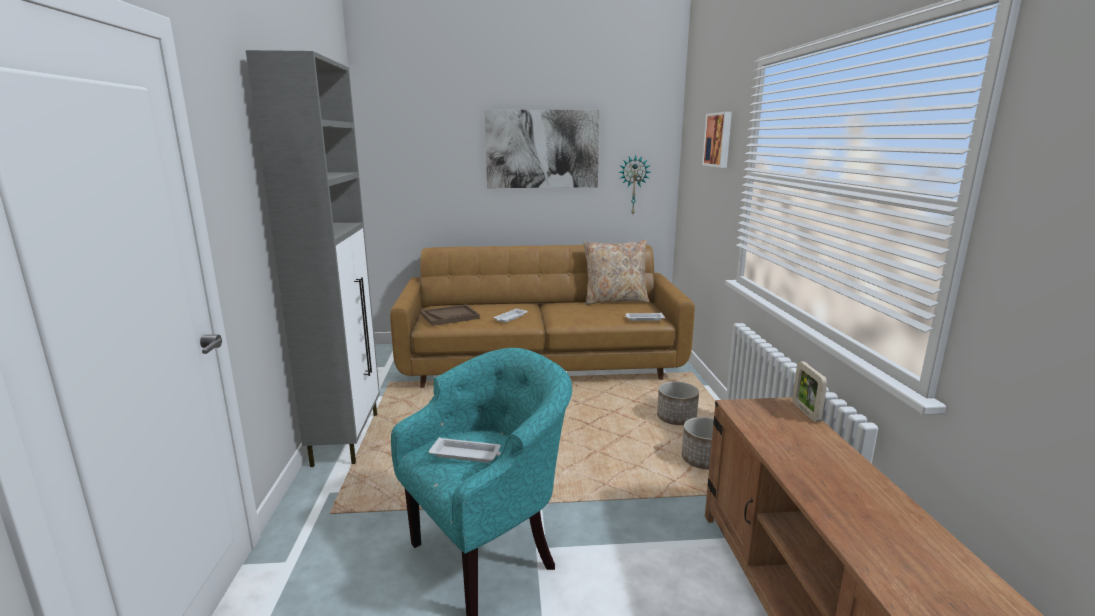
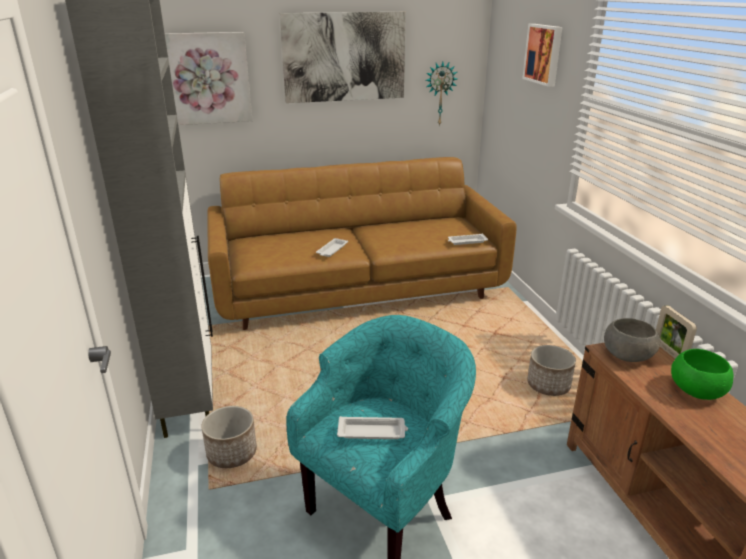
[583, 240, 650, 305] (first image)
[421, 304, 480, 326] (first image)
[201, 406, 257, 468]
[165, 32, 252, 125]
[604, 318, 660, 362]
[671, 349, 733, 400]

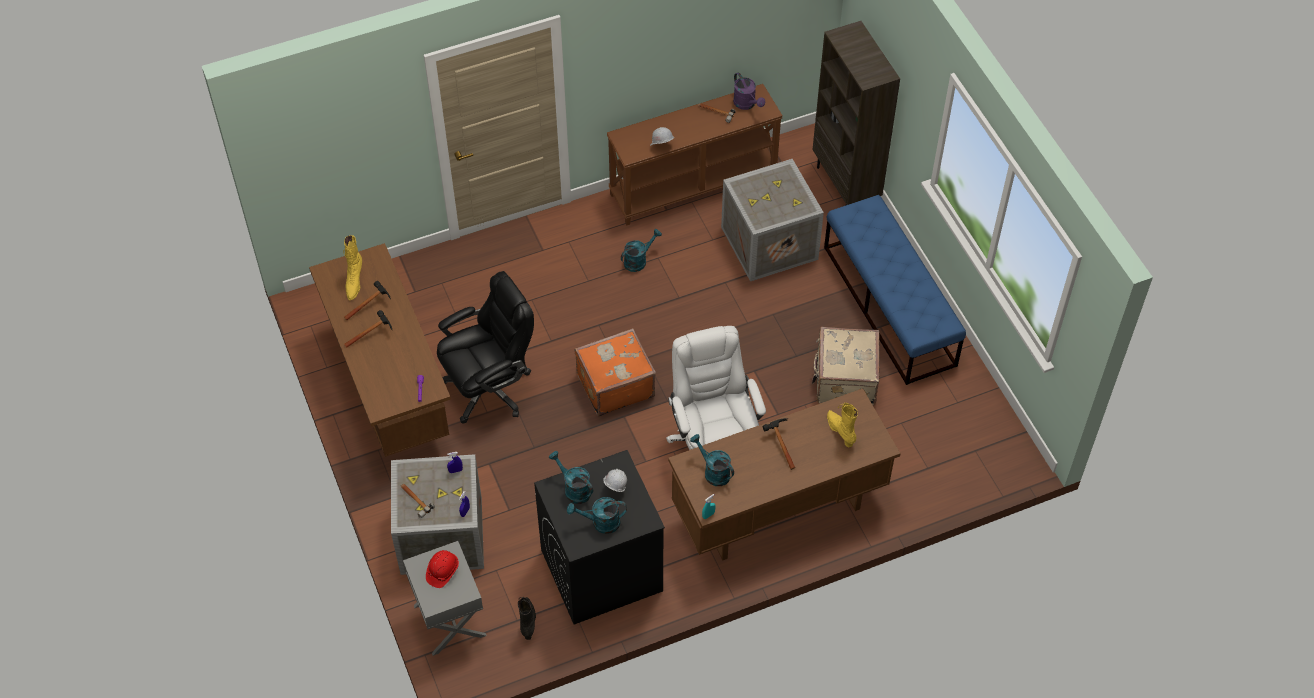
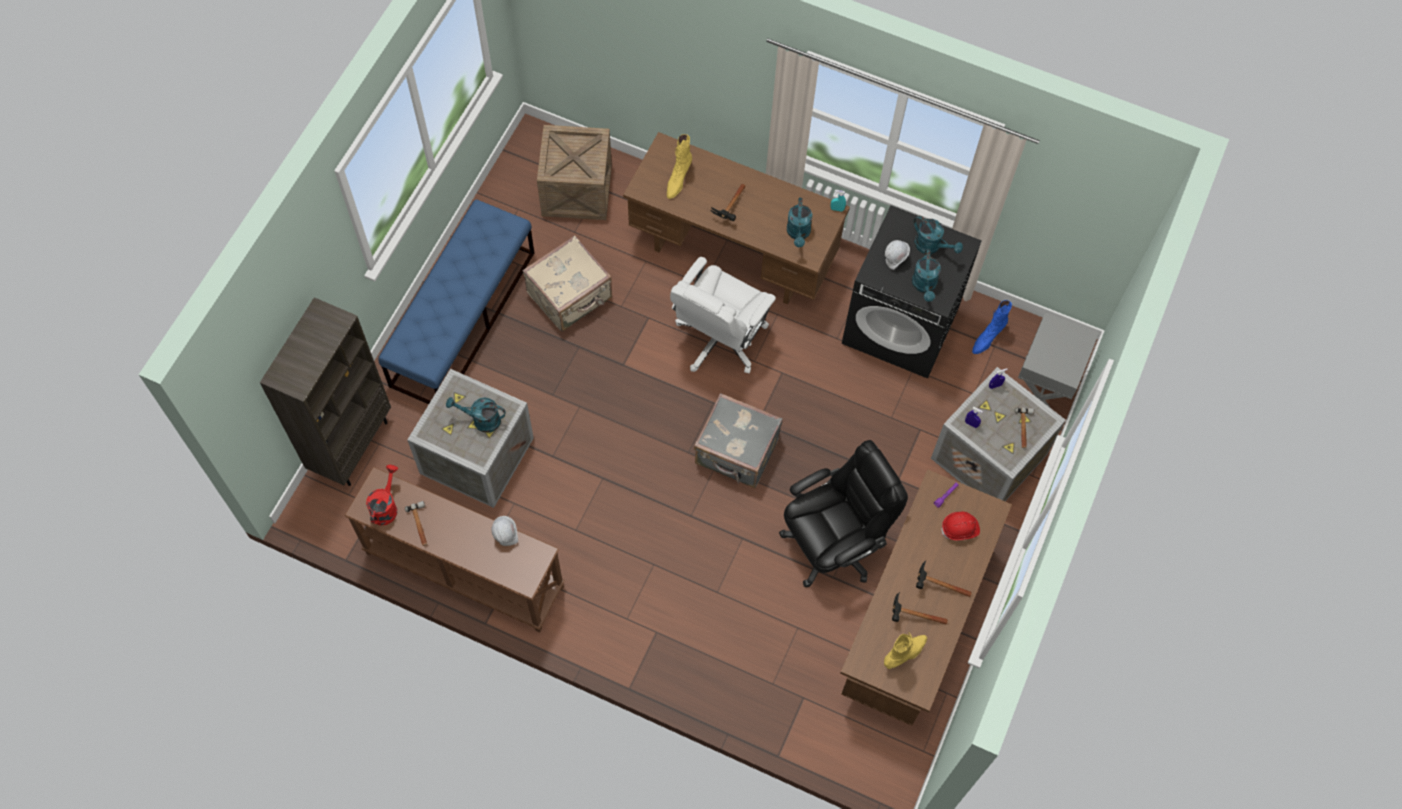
[366, 465, 398, 525]
[446, 397, 506, 433]
[779, 440, 908, 587]
[694, 393, 783, 488]
[941, 512, 980, 541]
[972, 300, 1012, 354]
[537, 125, 612, 220]

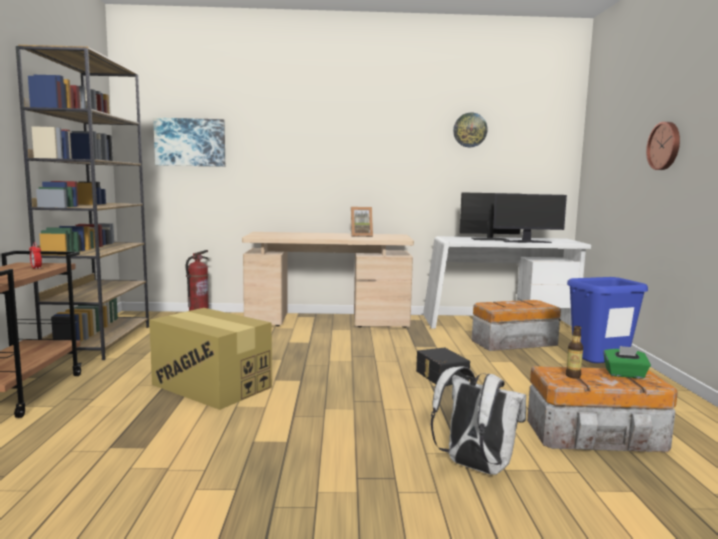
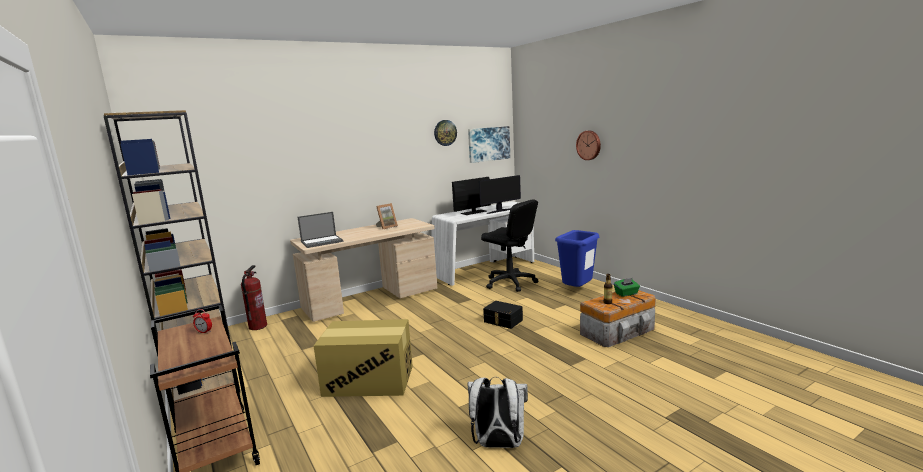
[468, 126, 510, 163]
[481, 200, 538, 292]
[468, 377, 528, 448]
[298, 212, 344, 248]

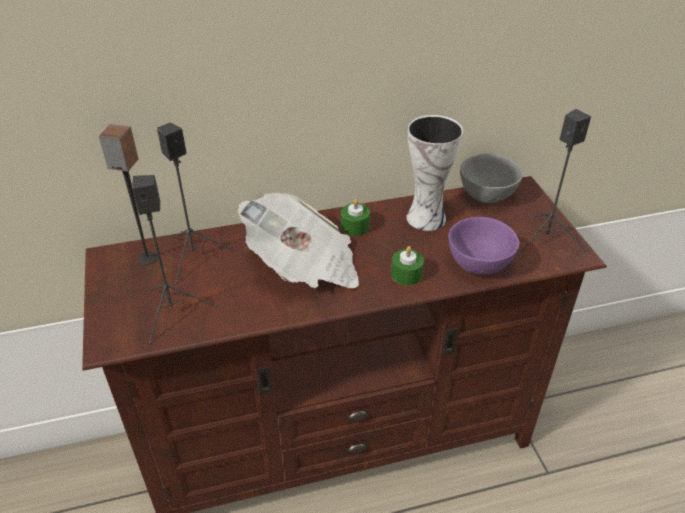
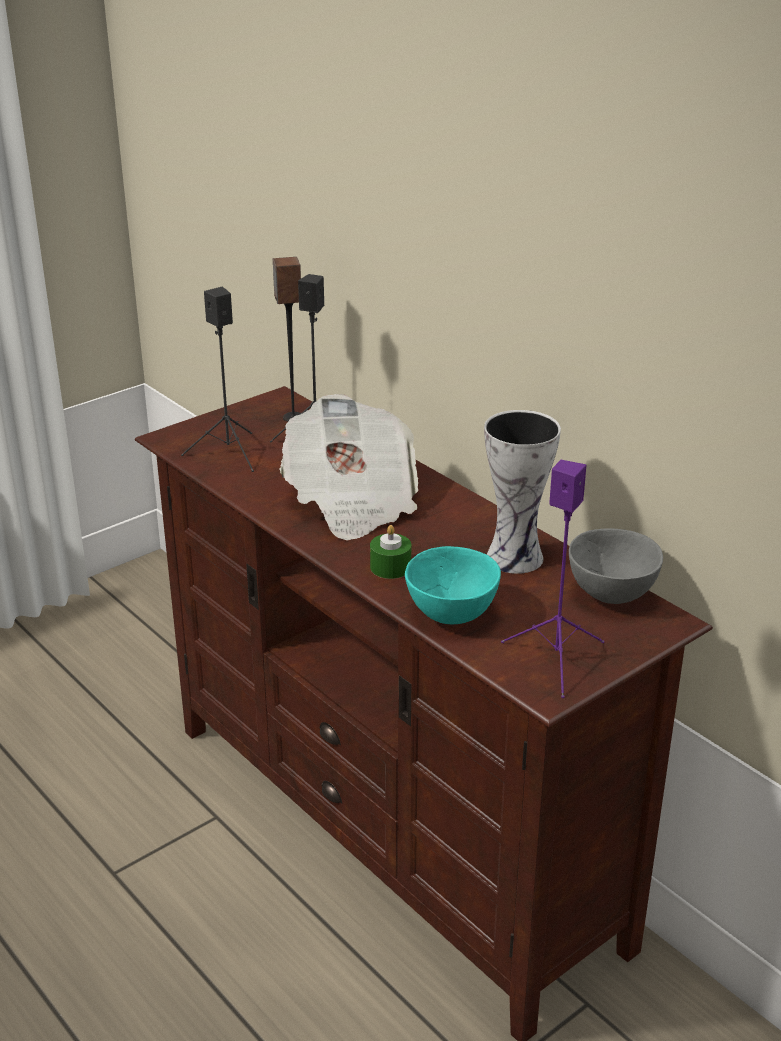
[501, 460, 604, 698]
[341, 199, 370, 236] (first image)
[405, 546, 501, 624]

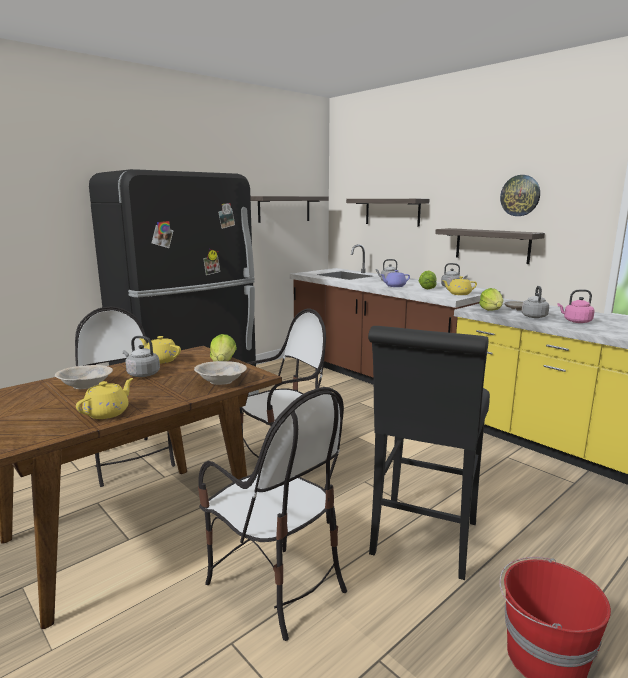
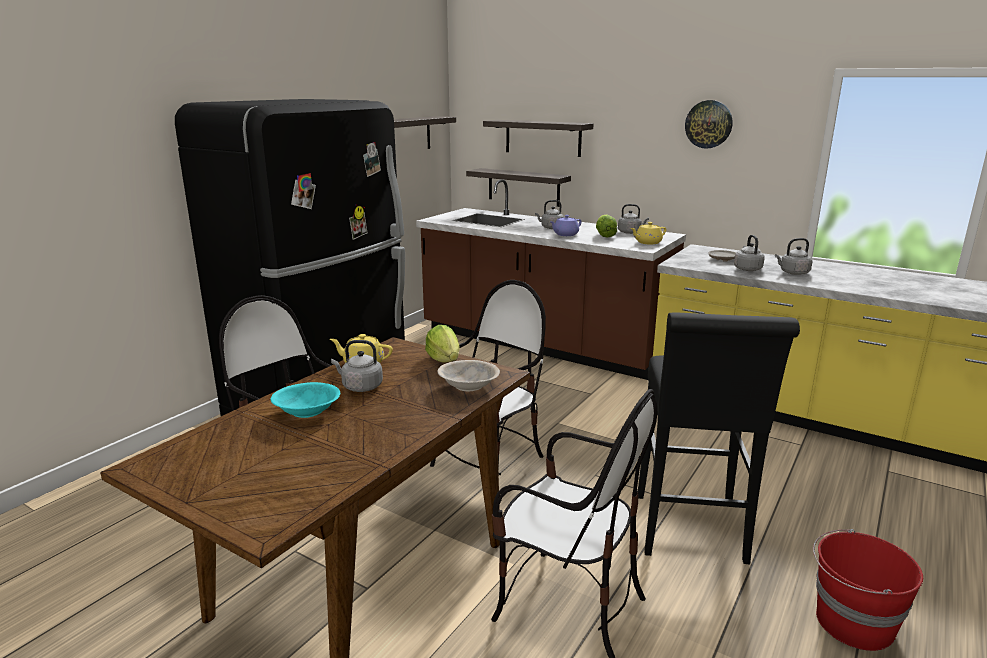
[466, 168, 571, 207]
[479, 288, 503, 311] (first image)
[775, 238, 812, 275]
[270, 382, 340, 418]
[76, 378, 133, 419] (first image)

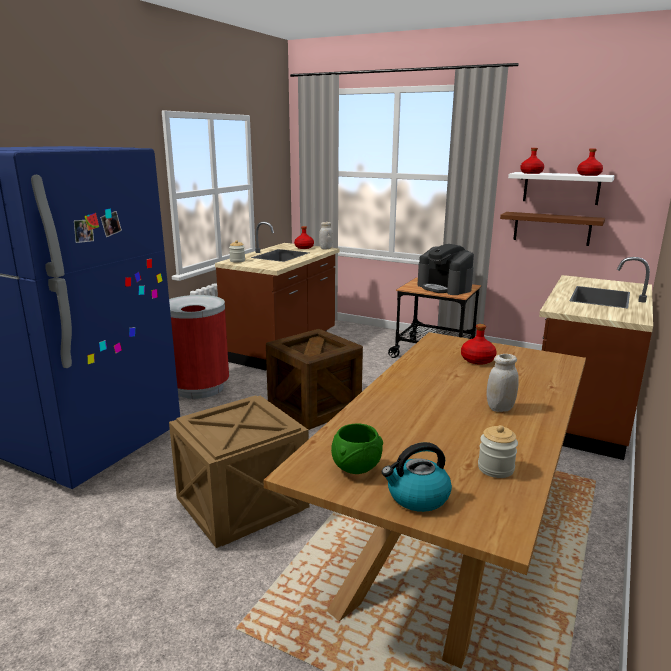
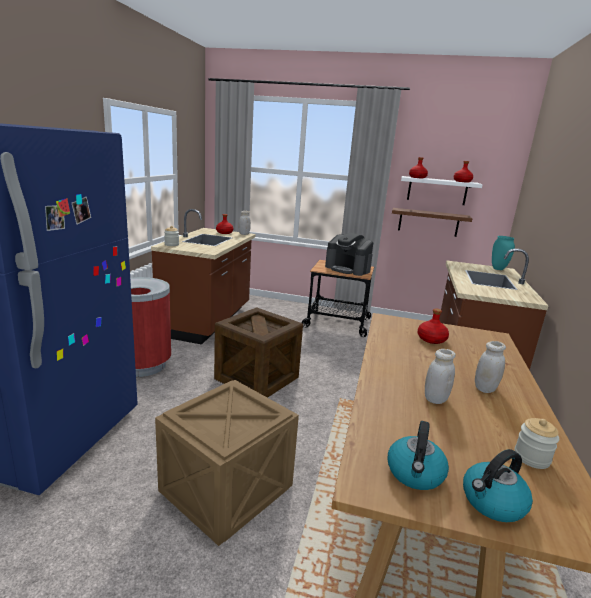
[388, 421, 449, 490]
[492, 236, 515, 270]
[425, 349, 456, 404]

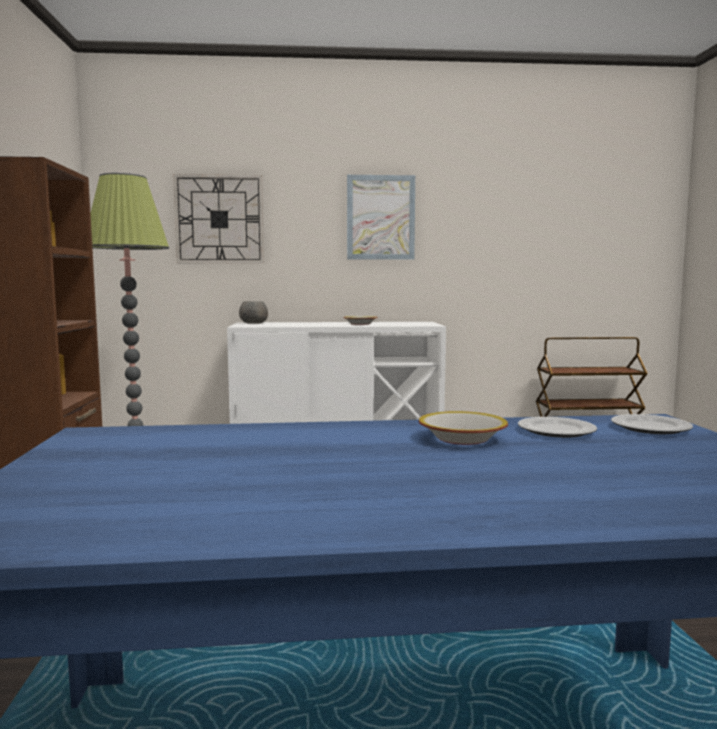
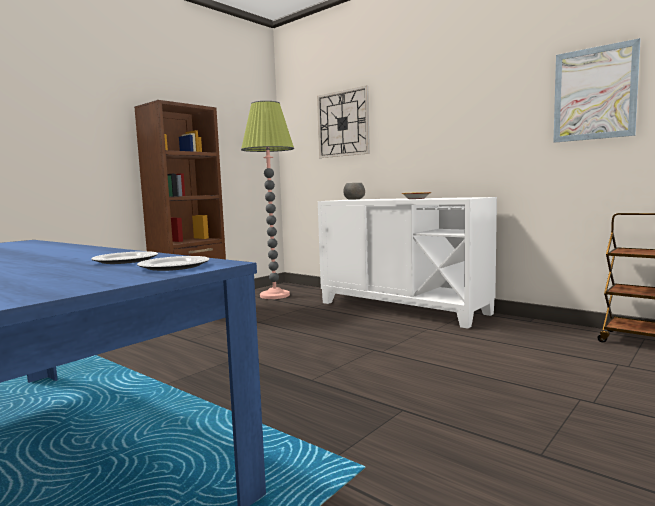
[553, 38, 641, 143]
[419, 411, 508, 445] (first image)

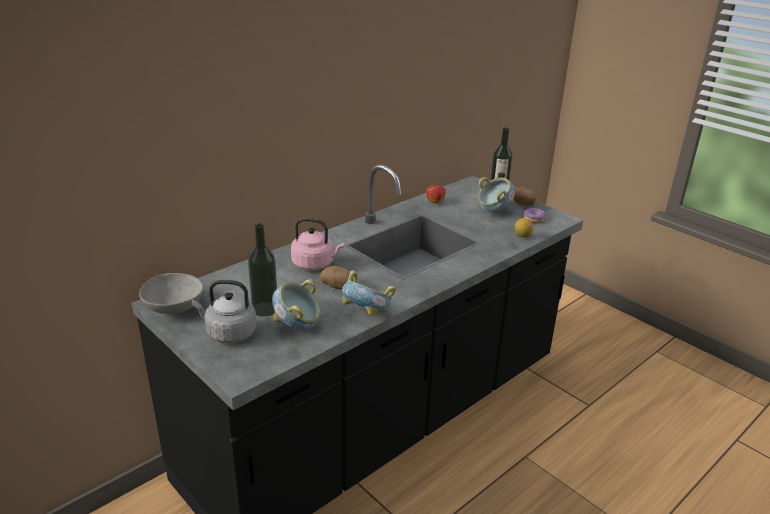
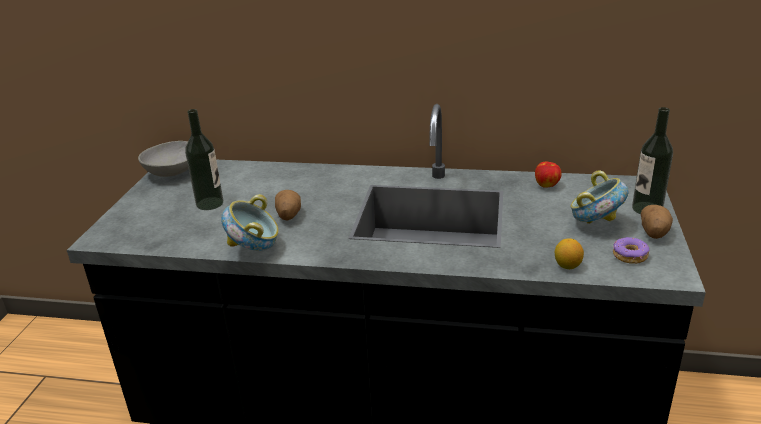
[291, 218, 344, 270] (first image)
[272, 279, 321, 330] (first image)
[192, 280, 257, 343] (first image)

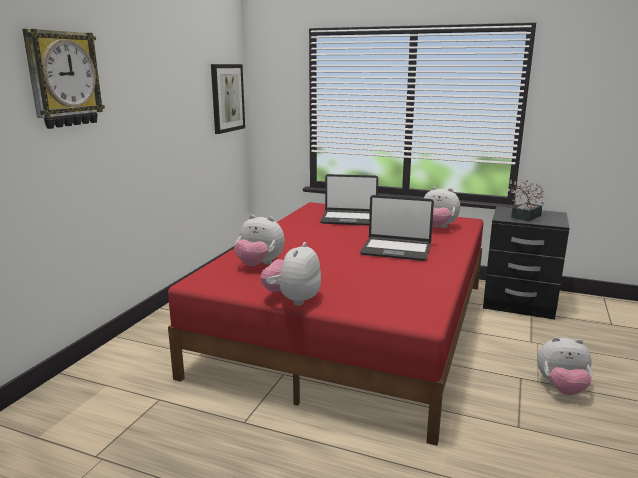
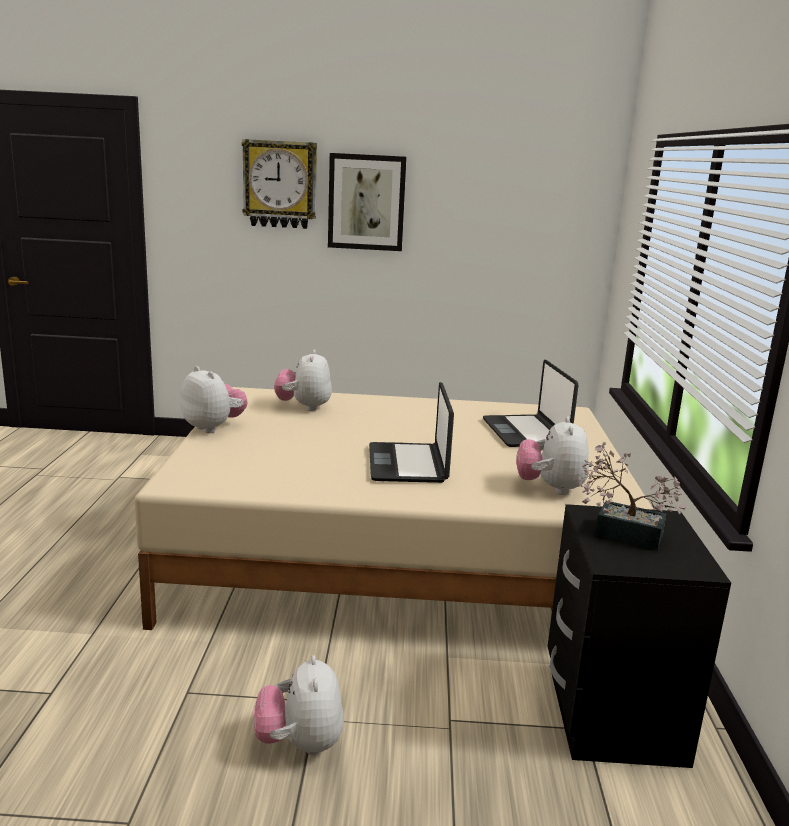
[328, 153, 406, 251]
[134, 387, 654, 630]
[180, 366, 247, 433]

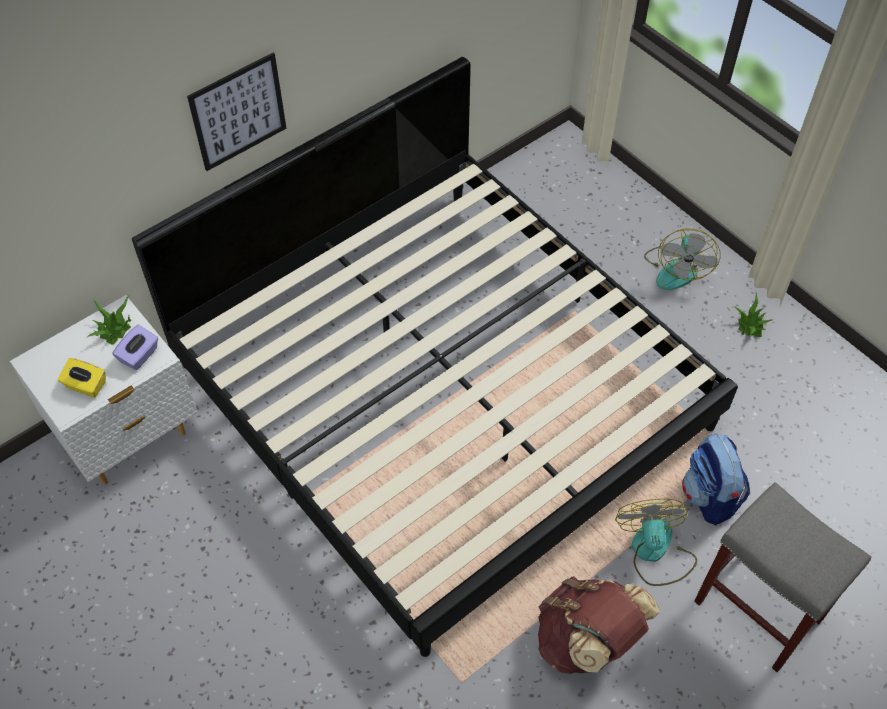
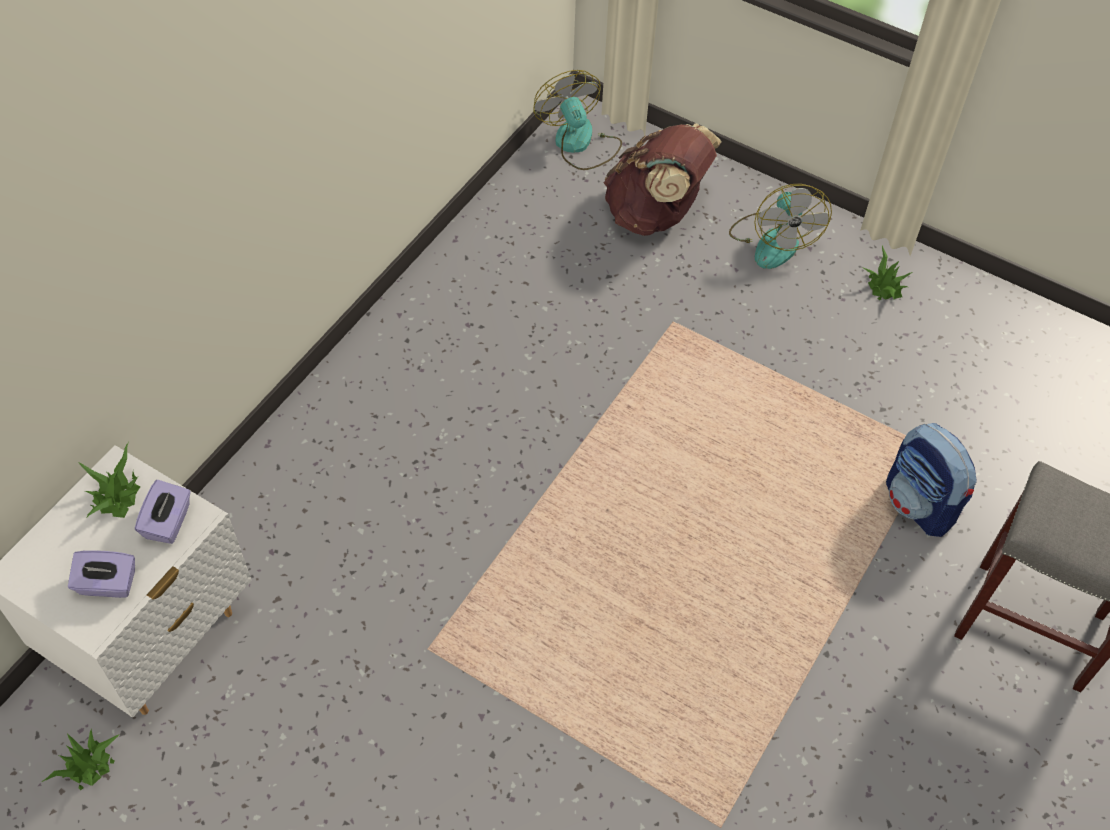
[187, 53, 286, 171] (first image)
[132, 57, 738, 657] (first image)
[68, 550, 135, 598]
[533, 70, 622, 170]
[604, 123, 722, 236]
[42, 729, 120, 790]

